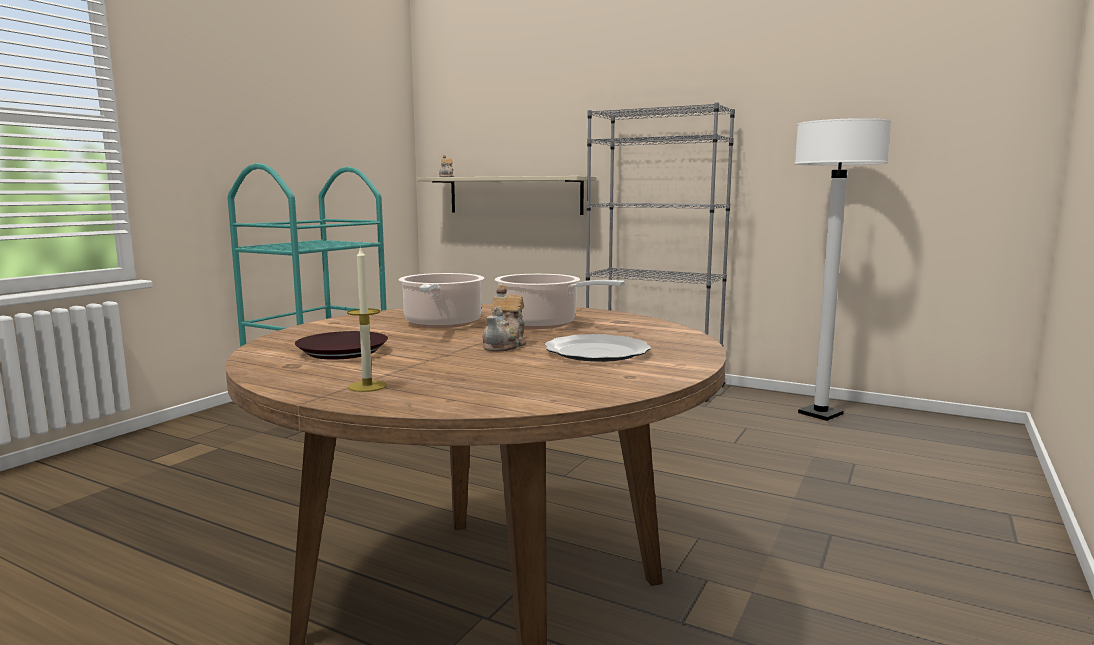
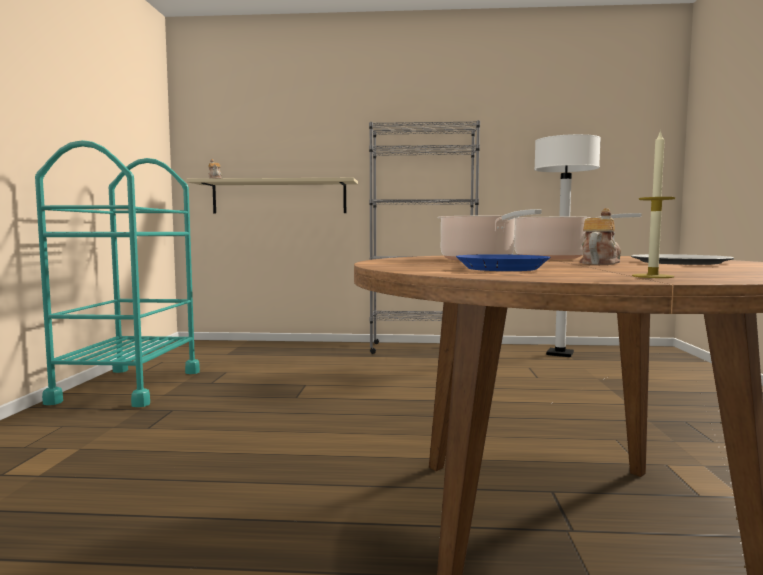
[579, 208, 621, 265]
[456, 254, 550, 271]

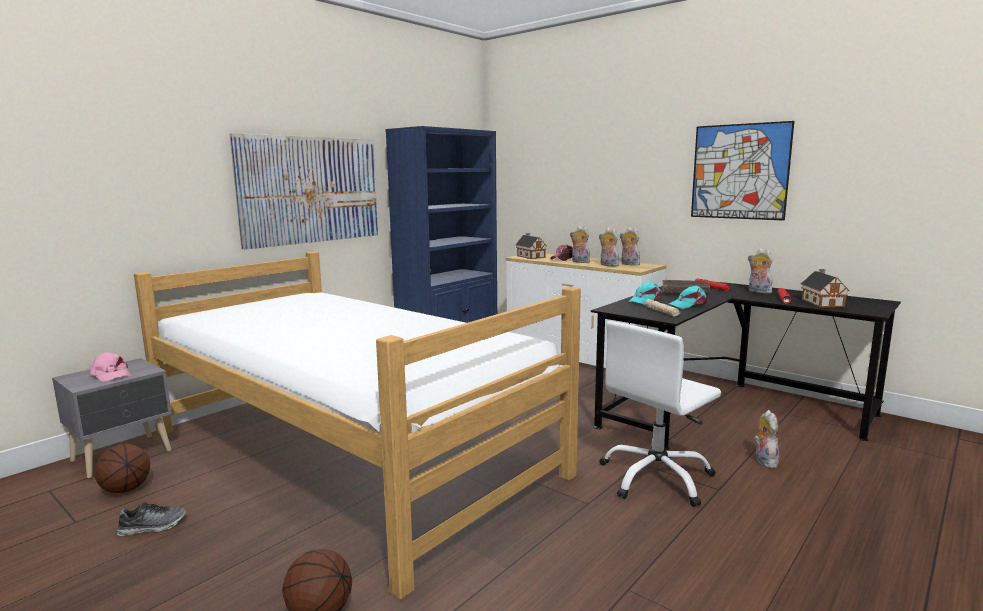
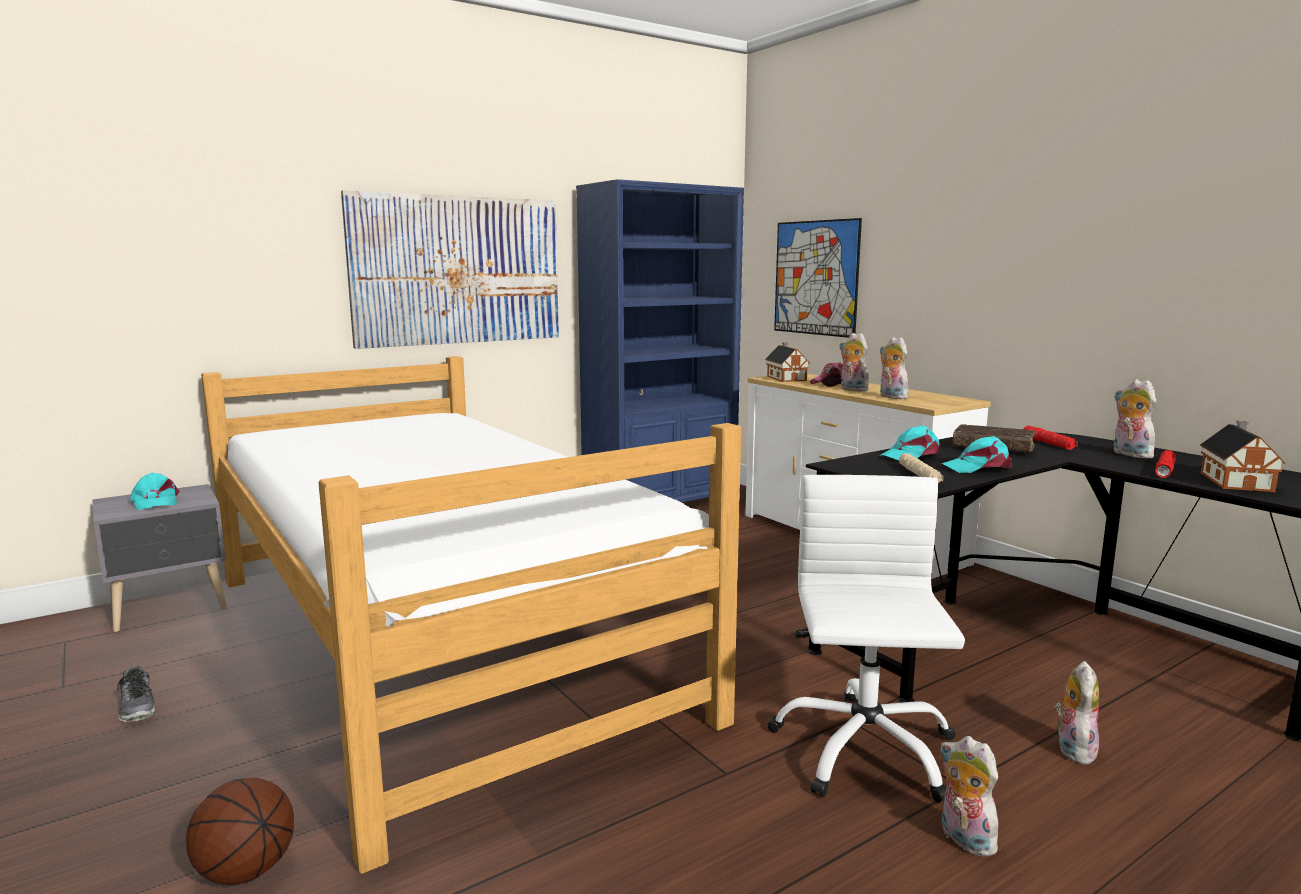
[774, 218, 862, 338]
[941, 736, 999, 857]
[767, 475, 965, 803]
[130, 473, 179, 510]
[94, 444, 150, 493] (first image)
[117, 666, 155, 722]

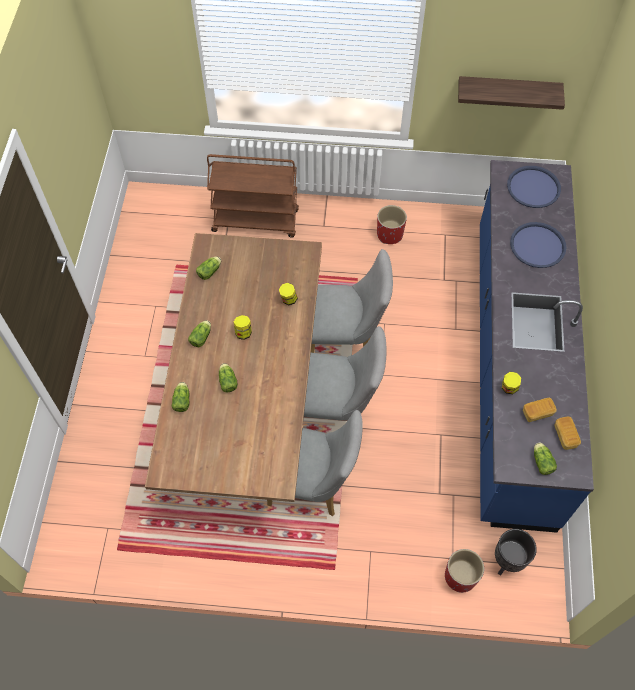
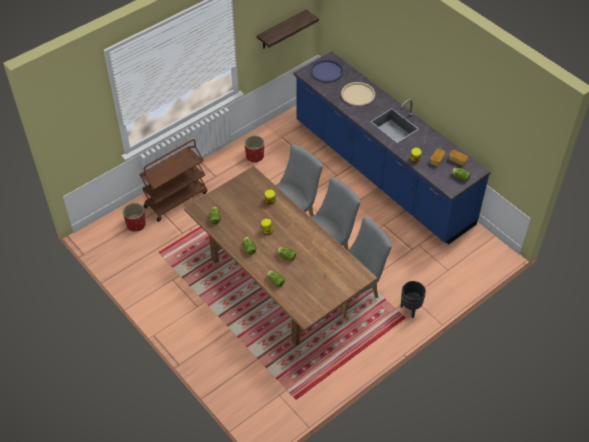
[341, 82, 375, 106]
[401, 281, 426, 318]
[123, 203, 146, 232]

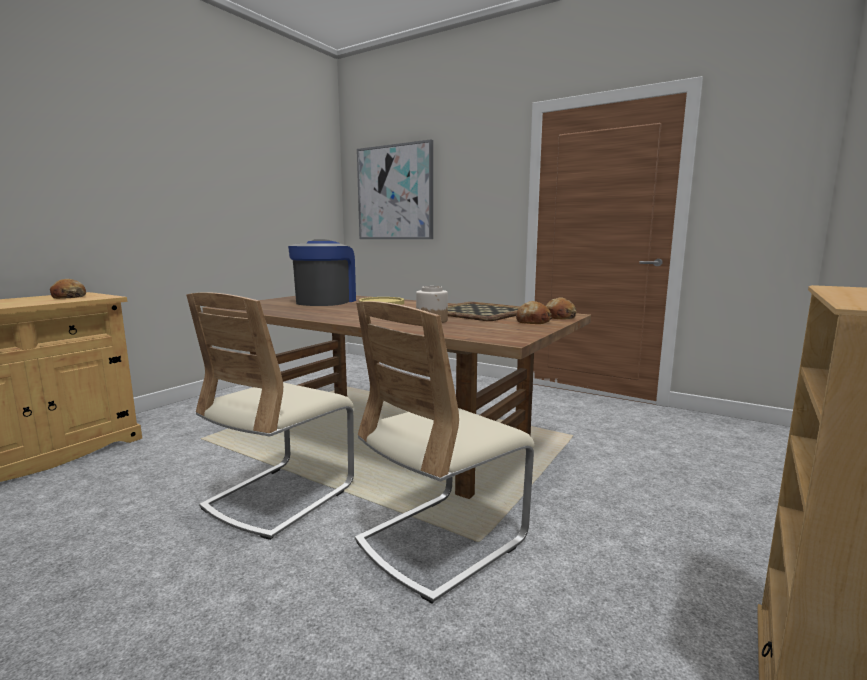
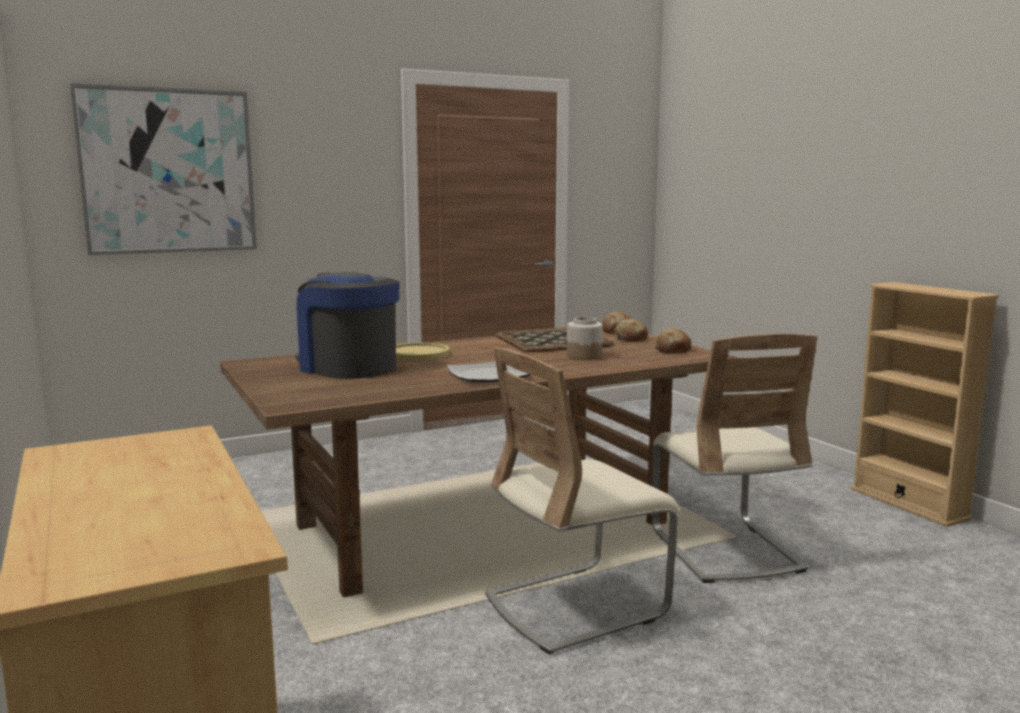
[654, 328, 691, 353]
[485, 348, 679, 655]
[447, 362, 531, 382]

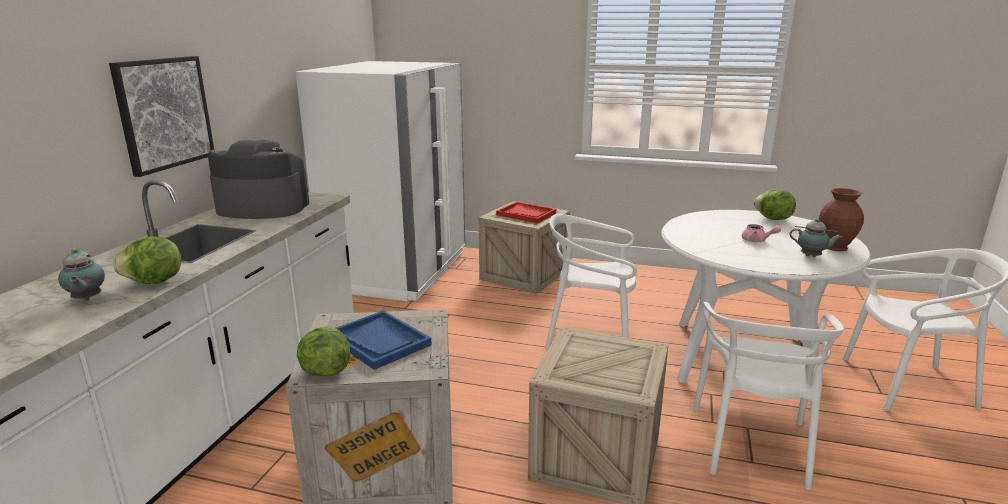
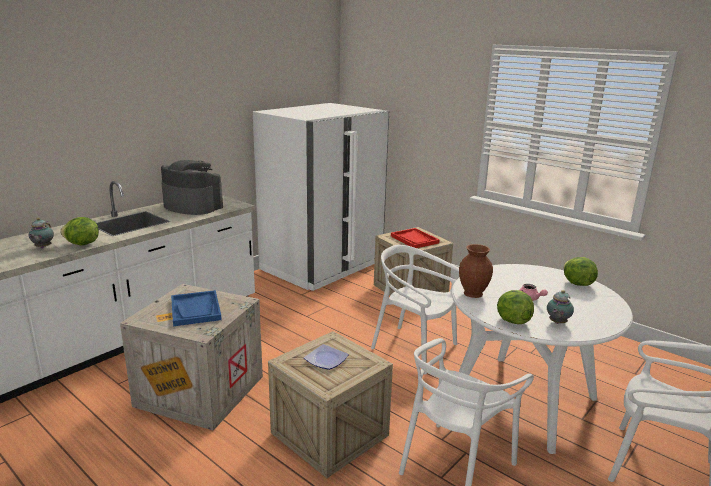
[109, 56, 215, 177] (first image)
[459, 244, 493, 298]
[547, 290, 574, 324]
[497, 290, 534, 324]
[304, 344, 349, 370]

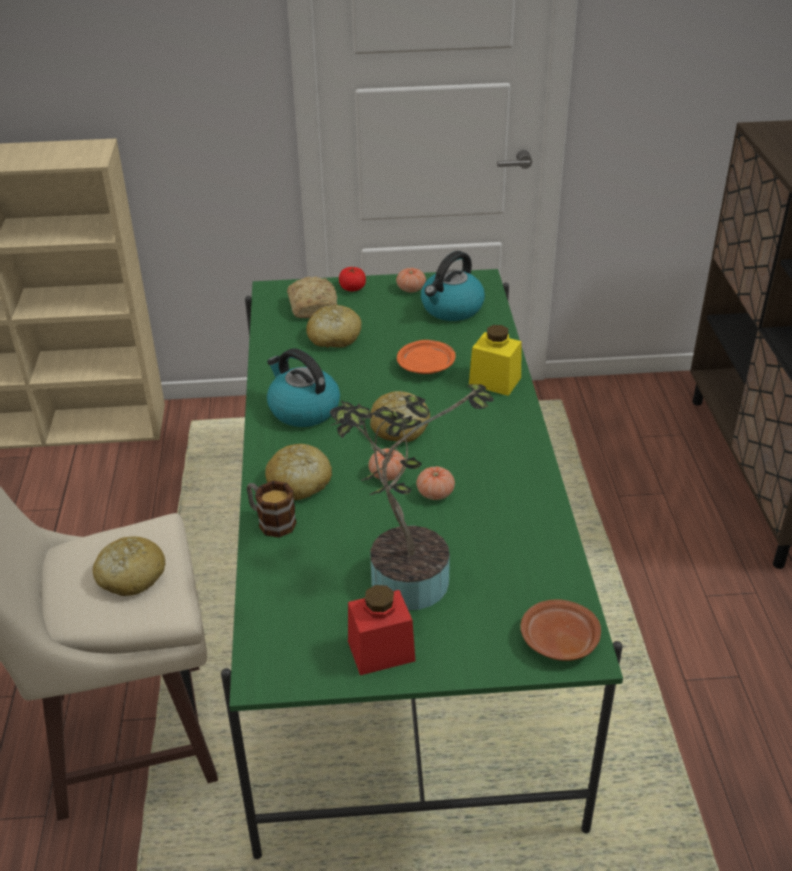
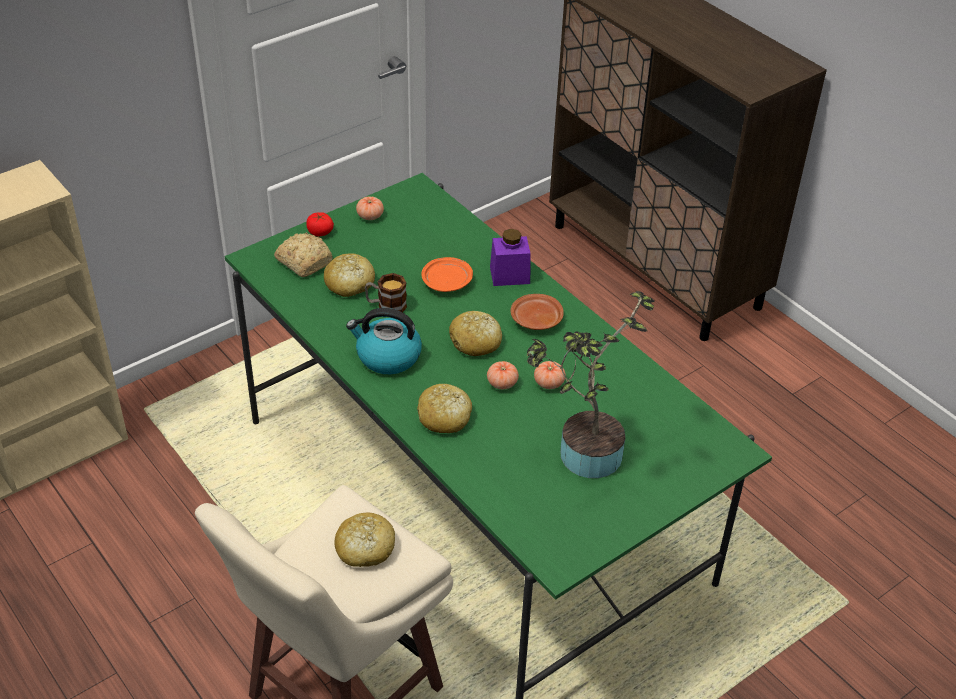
[421, 251, 485, 321] (first image)
[490, 229, 531, 286]
[365, 273, 407, 312]
[348, 585, 415, 675] (first image)
[511, 294, 564, 330]

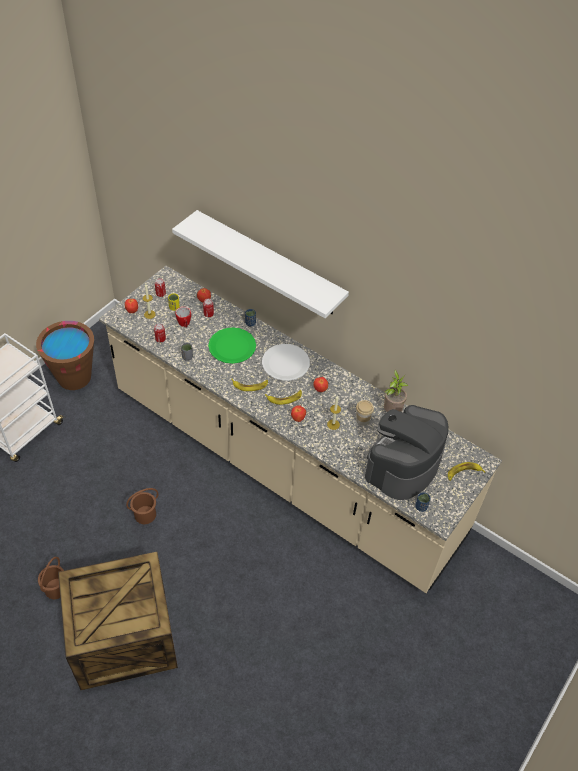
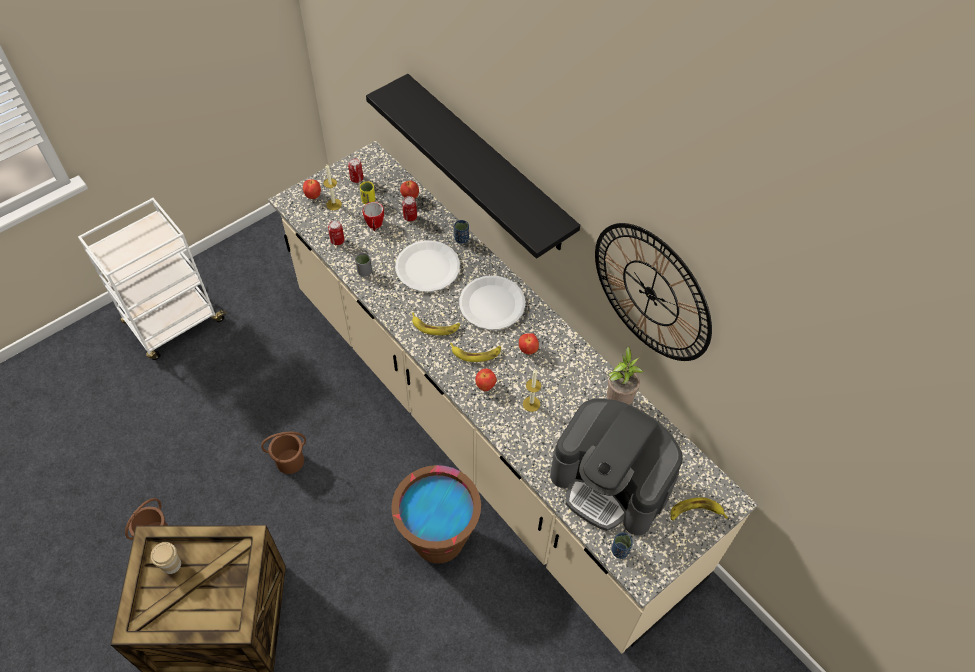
[366, 74, 580, 259]
[391, 465, 481, 564]
[395, 240, 460, 292]
[151, 542, 181, 574]
[550, 398, 683, 535]
[595, 223, 712, 361]

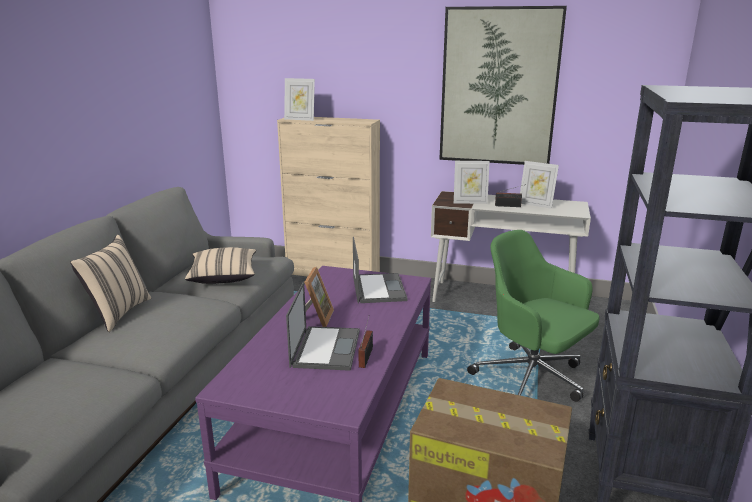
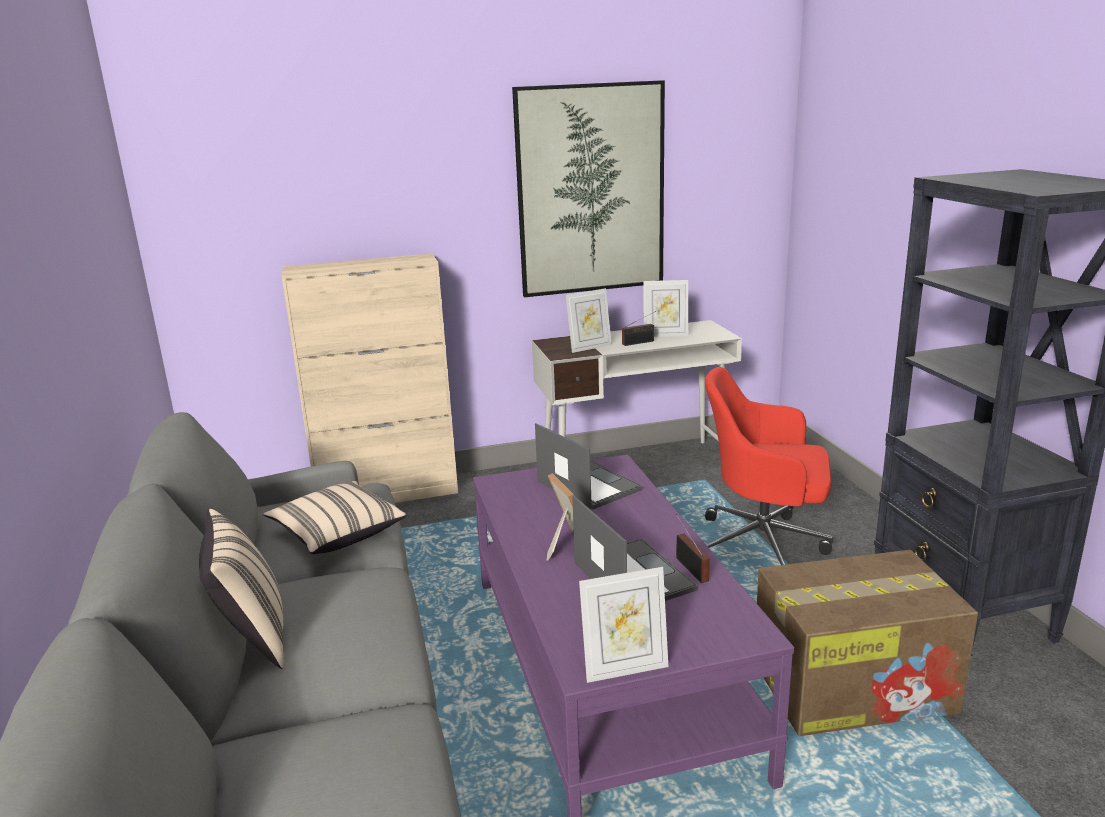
[579, 567, 668, 683]
[705, 367, 833, 565]

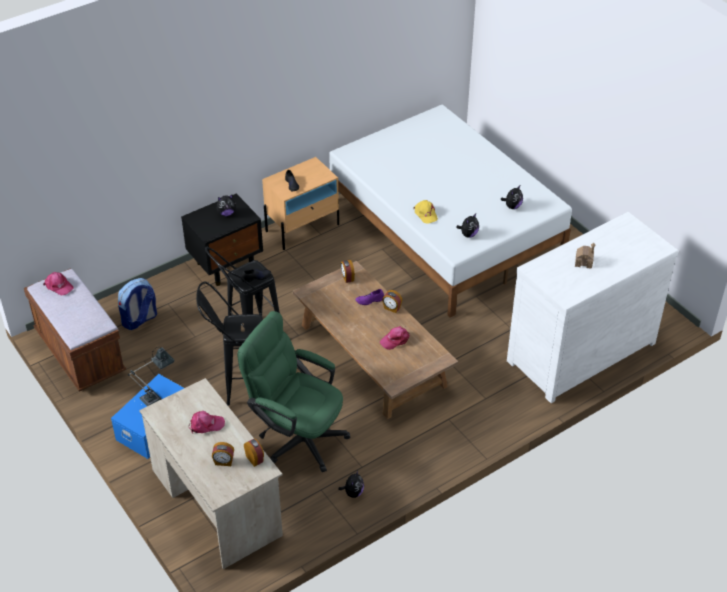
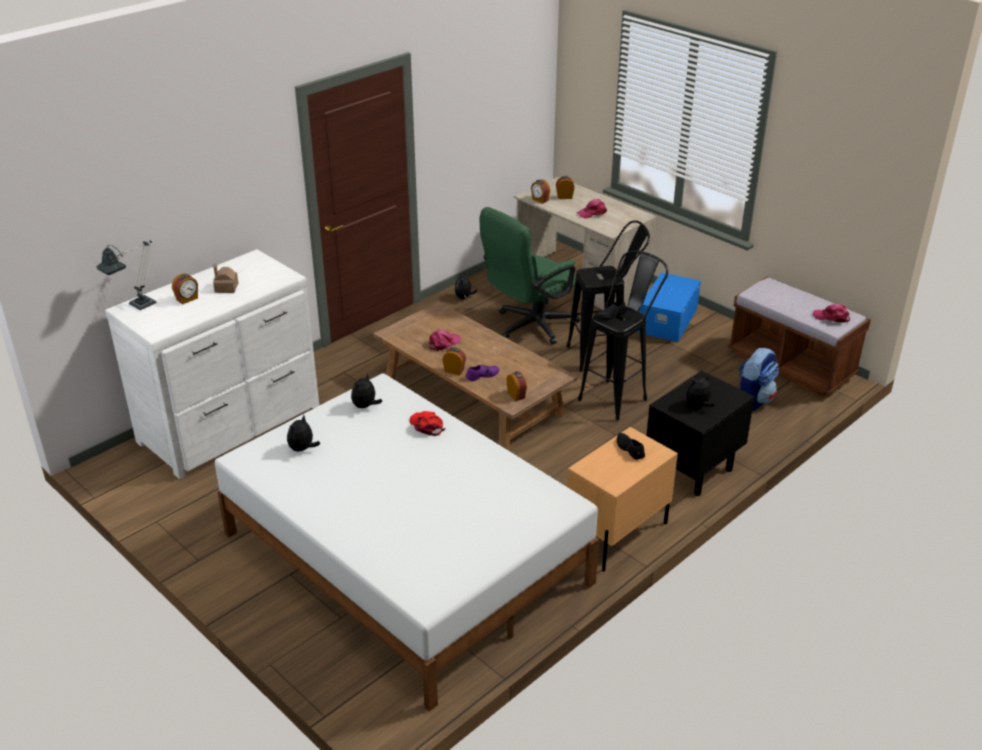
[409, 411, 446, 436]
[480, 207, 580, 344]
[96, 240, 157, 310]
[172, 273, 198, 304]

